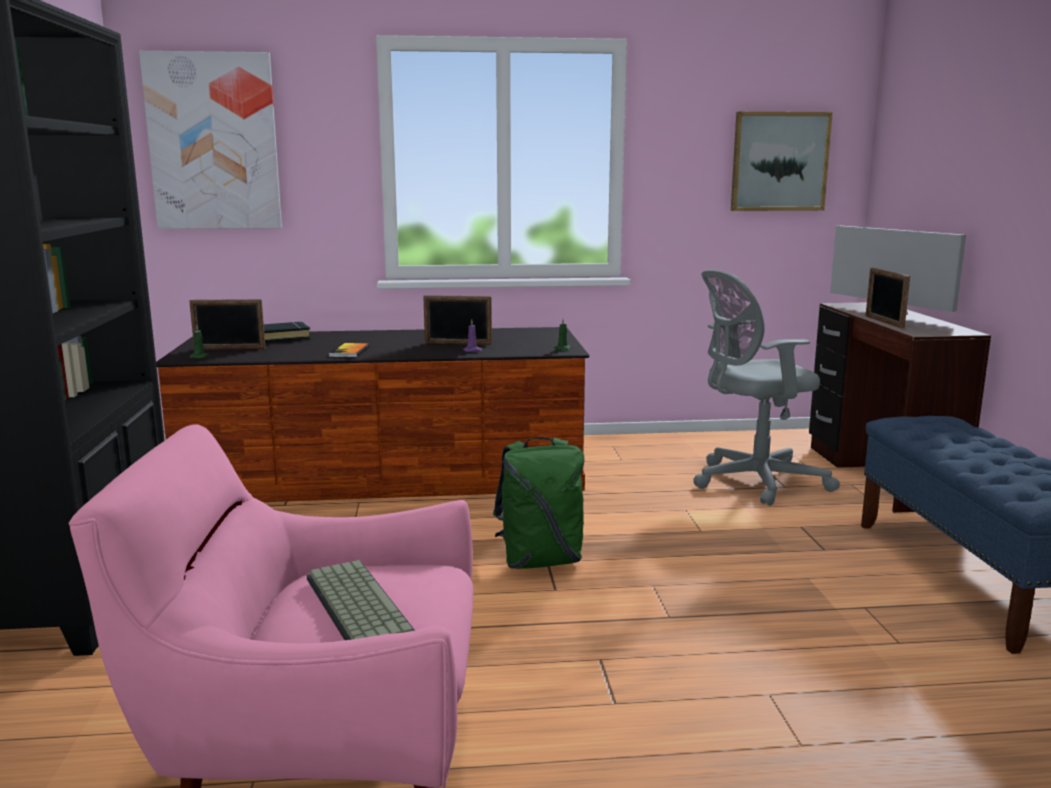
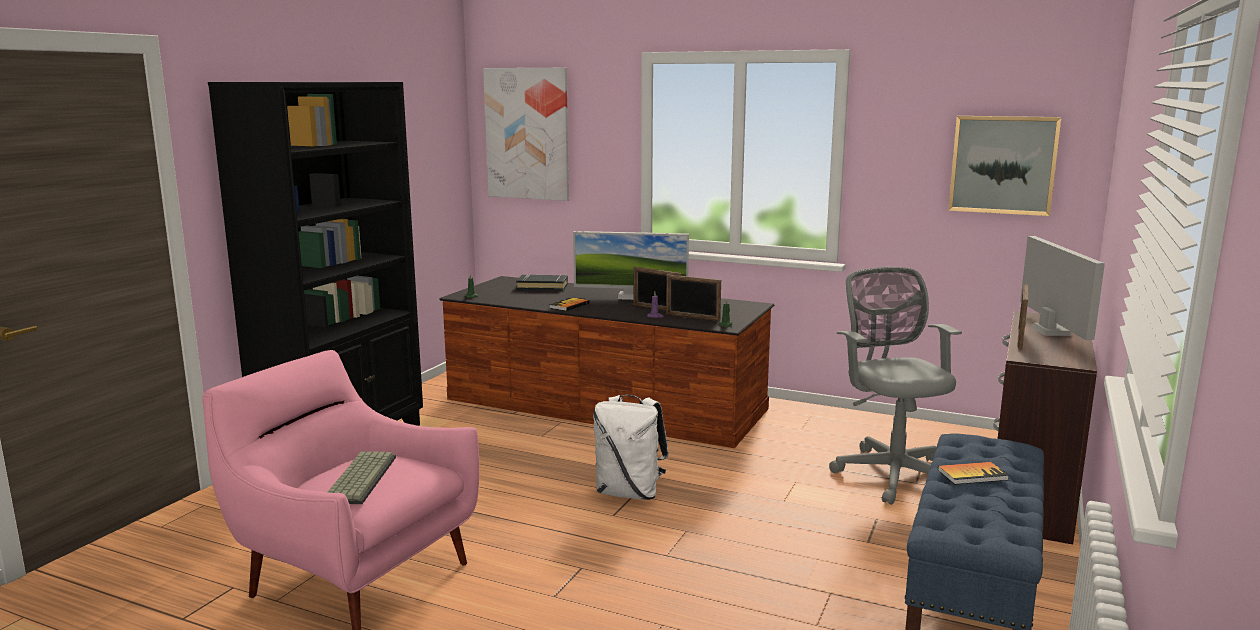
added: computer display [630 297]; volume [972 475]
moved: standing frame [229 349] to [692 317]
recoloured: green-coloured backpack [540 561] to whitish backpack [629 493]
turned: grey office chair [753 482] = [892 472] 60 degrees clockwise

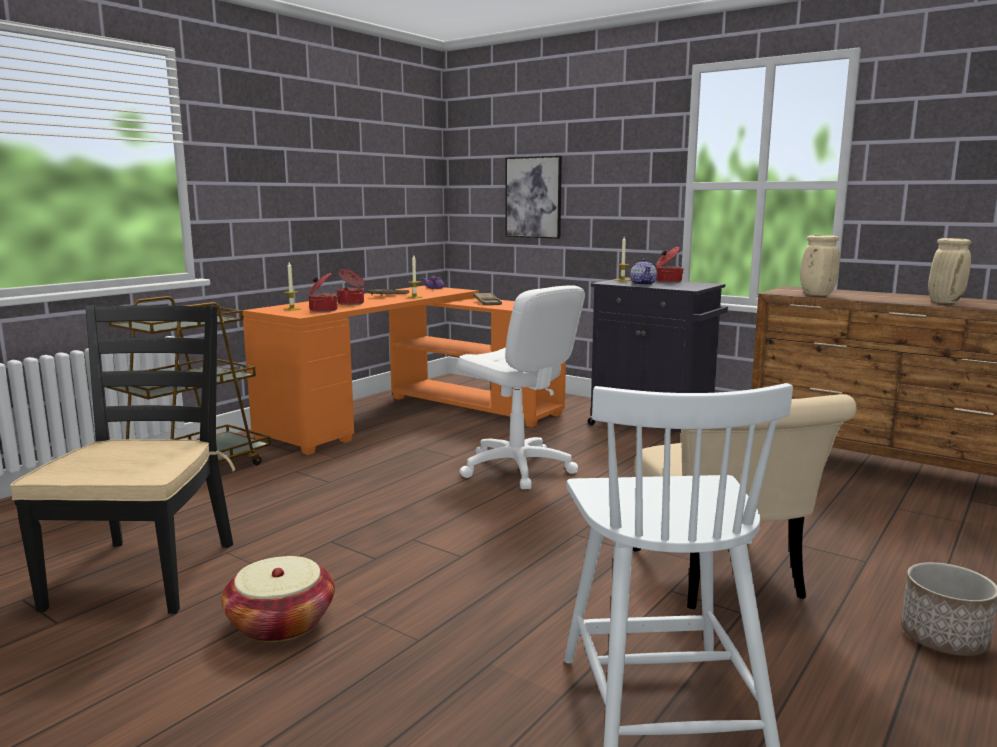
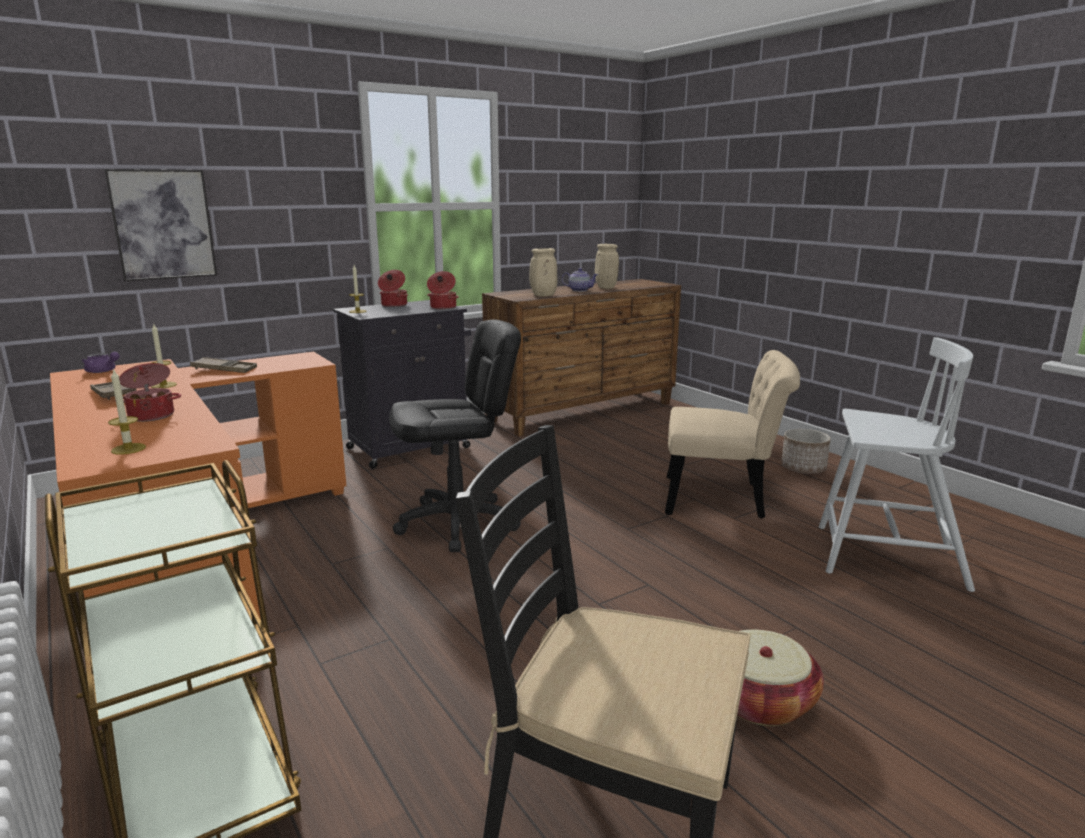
moved: tea pot [643 284] to [579 290]; saucepot [322 310] to [442 307]
recoloured: whitish office chair [517 468] to black-coloured office chair [457 523]

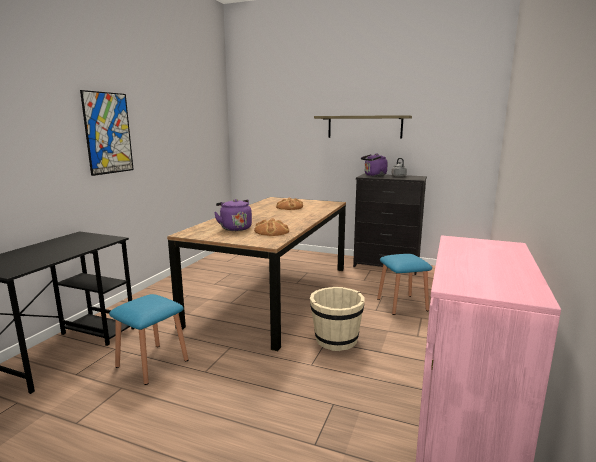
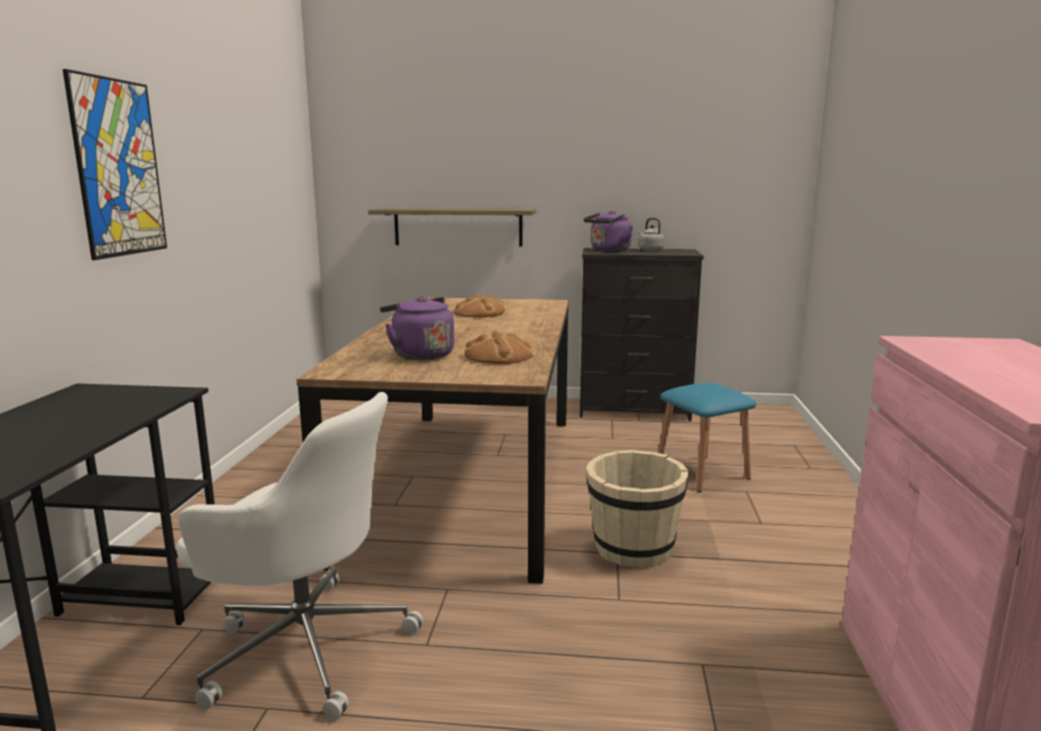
moved: shelf [364 127] to [458 227]
replaced: blue-coloured stool seat [152 363] to whitish office chair [305 646]

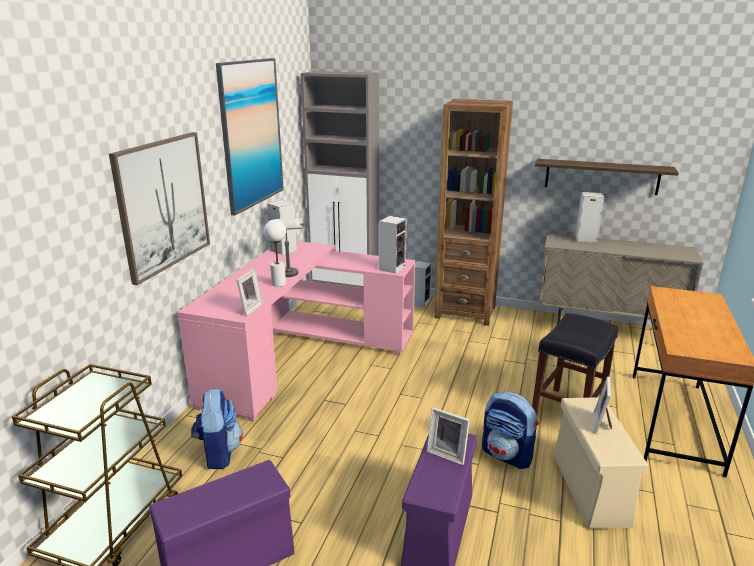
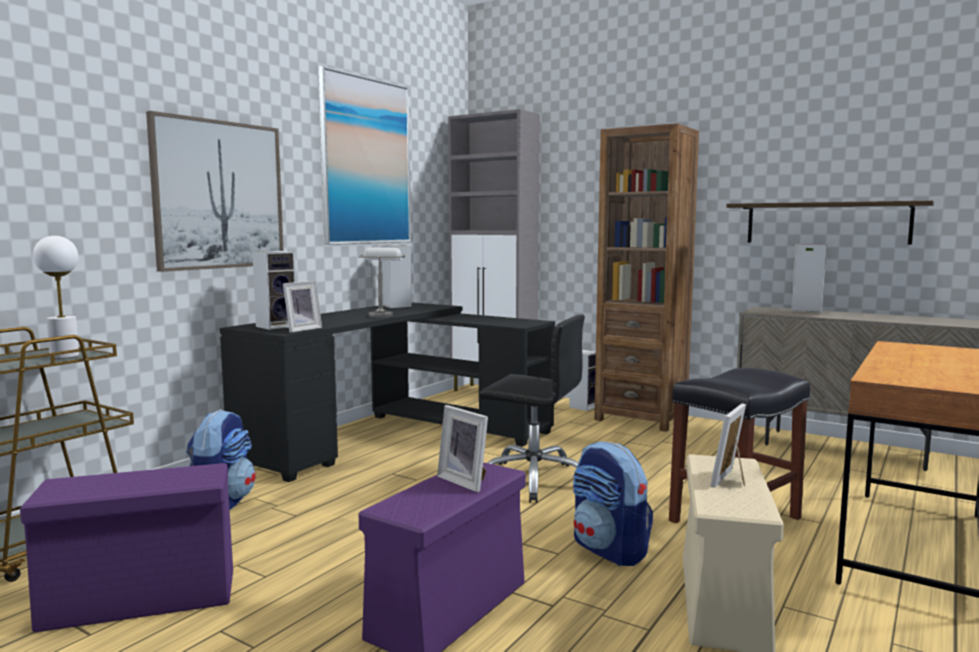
added: black-coloured office chair [534 480]
moved: loudspeaker [392 268] to [277 326]; whitish table lamp [278 284] to [64 356]
recoloured: pink-coloured desk [300 355] to black-coloured desk [395 436]

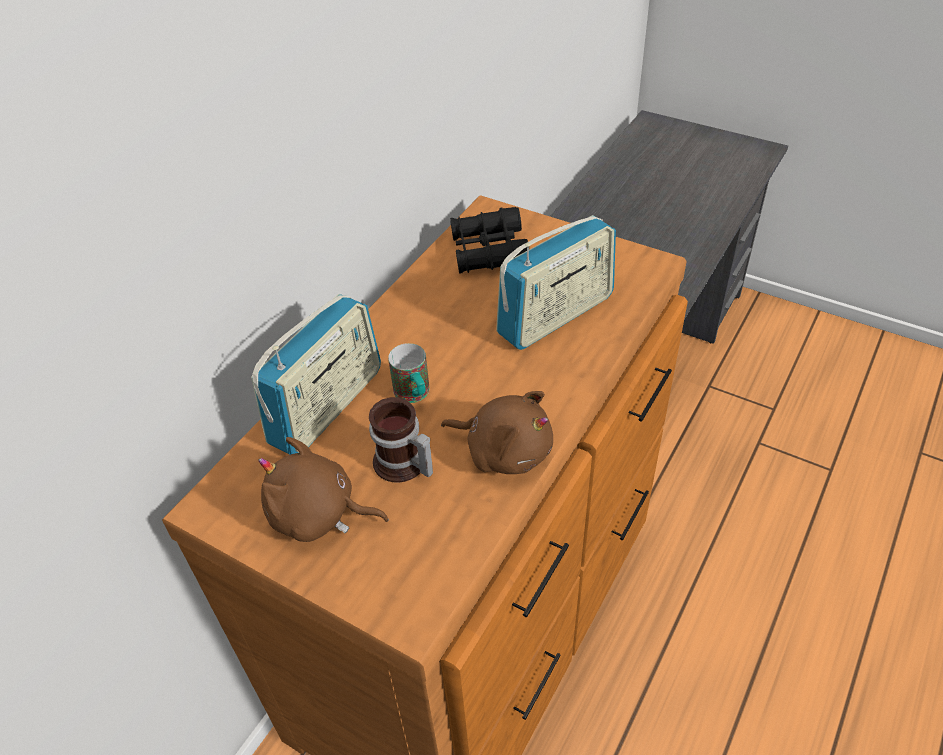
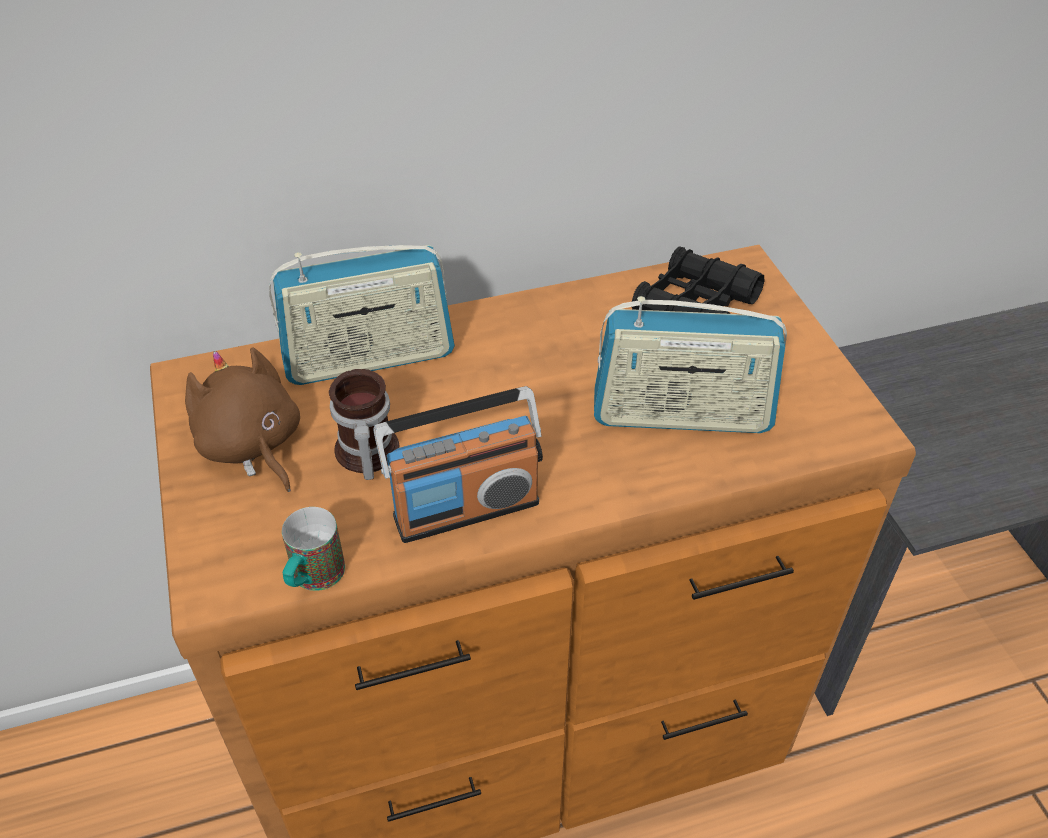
moved: tea mug [414 395] to [313 579]
replaced: brownish soft toy [504 450] to radio [465 508]

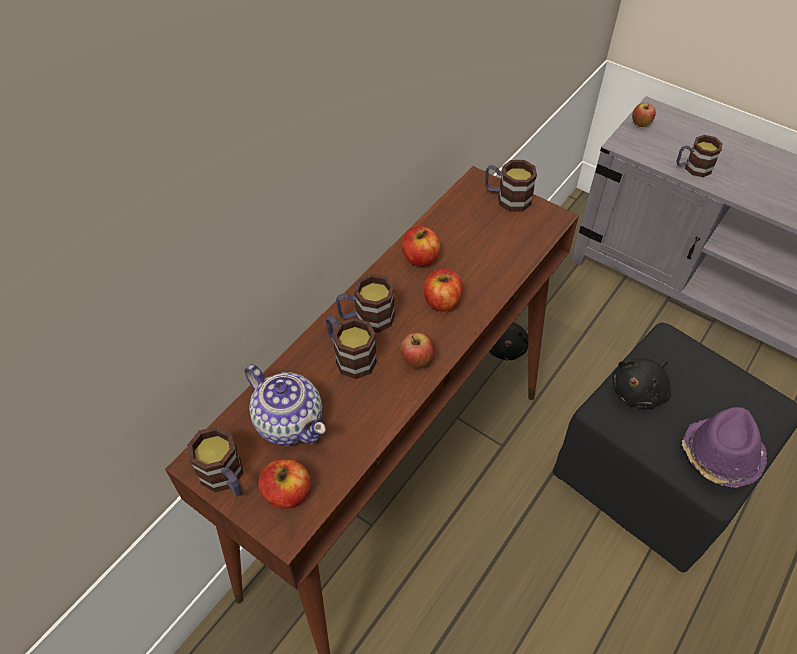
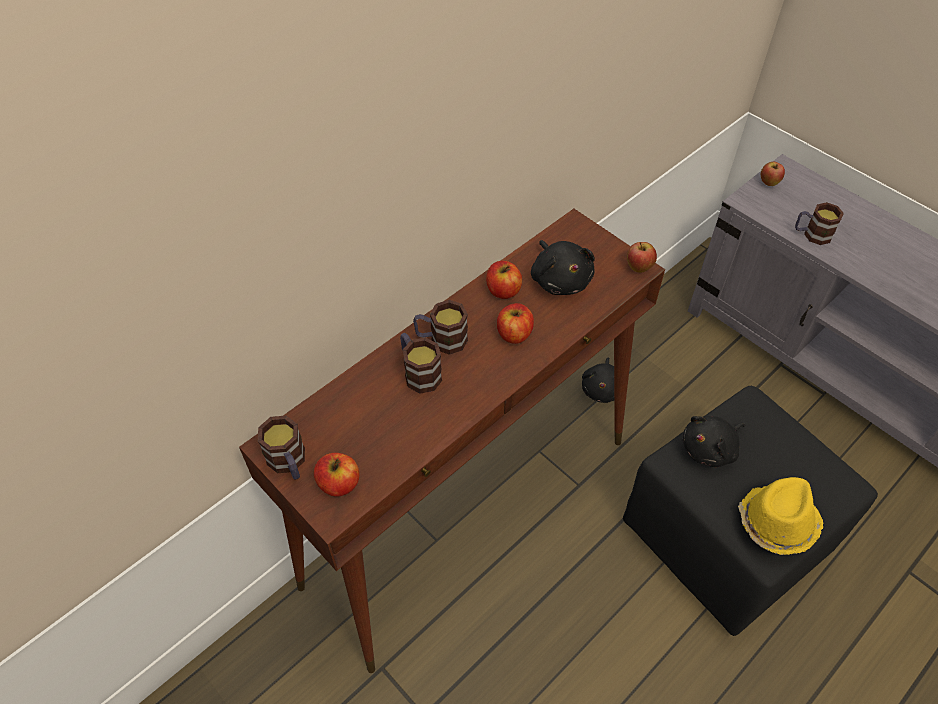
removed: tea mug [507 198]; tea pot [289 421]
added: black-coloured soft toy [560 279]
moved: whole apple [416 362] to [638 268]
recoloured: purplish wearable hat [720 455] to yellow wearable hat [776 522]

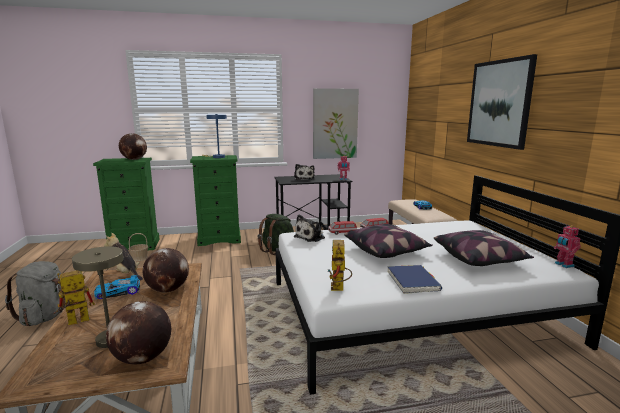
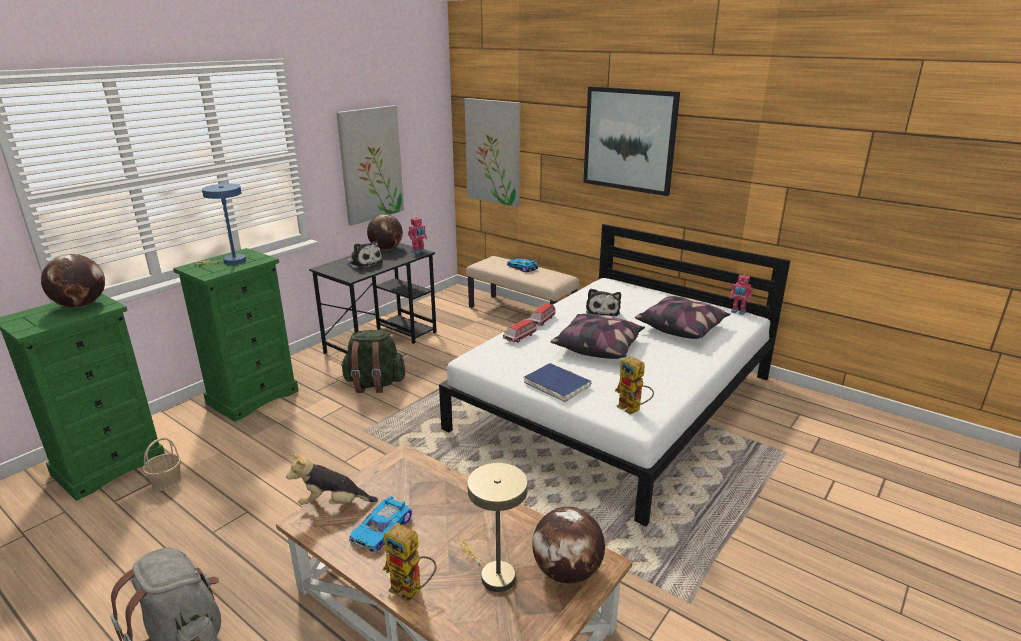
added: wall picture [493 152]
moved: soft toy [311 237] to [602 311]; globe [168 290] to [386 249]; blue-coloured volume [412 281] to [557 385]
turned: model robot [73 322] = [412 590] 75 degrees counterclockwise

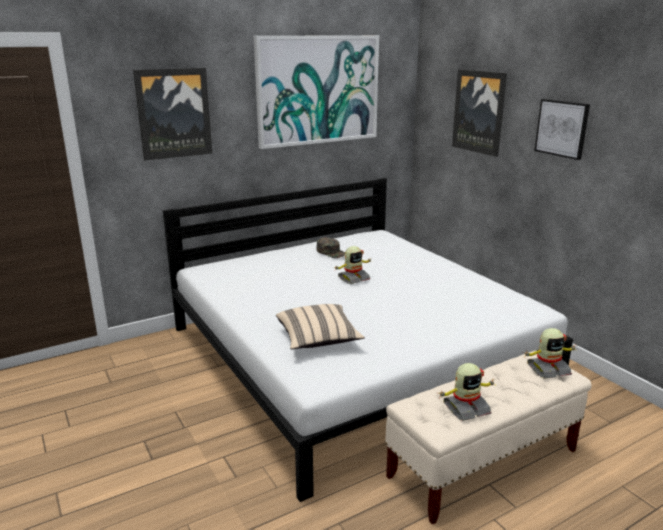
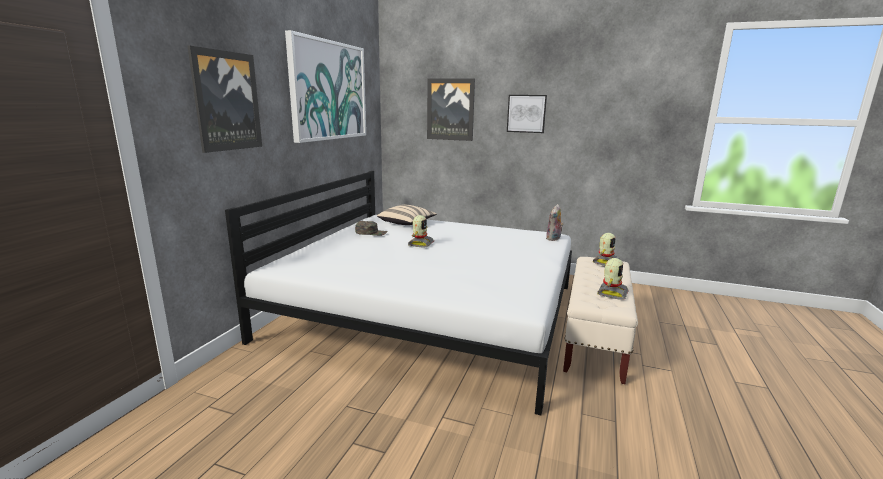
added: soft toy [554 239]
moved: sand-coloured pillow [318 339] to [407 223]

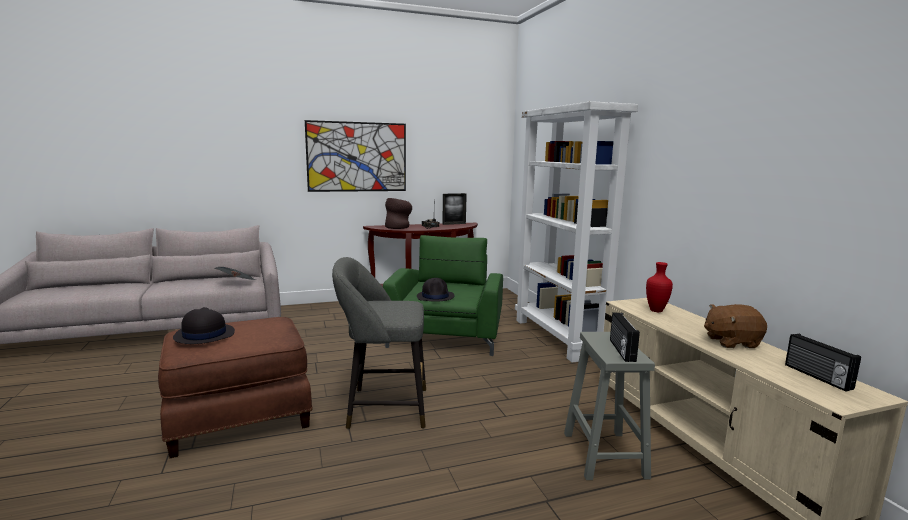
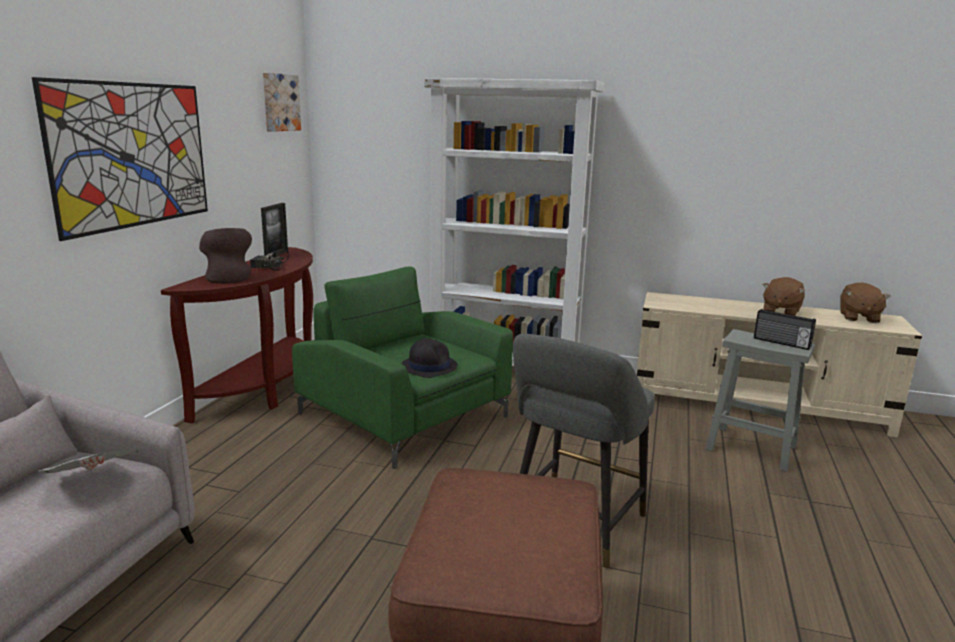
removed: reddish flower vase [655 310]; black-coloured wearable hat [204 335]
added: wall picture [279 102]
replaced: radio [816 377] to brownish soft toy [858 317]

